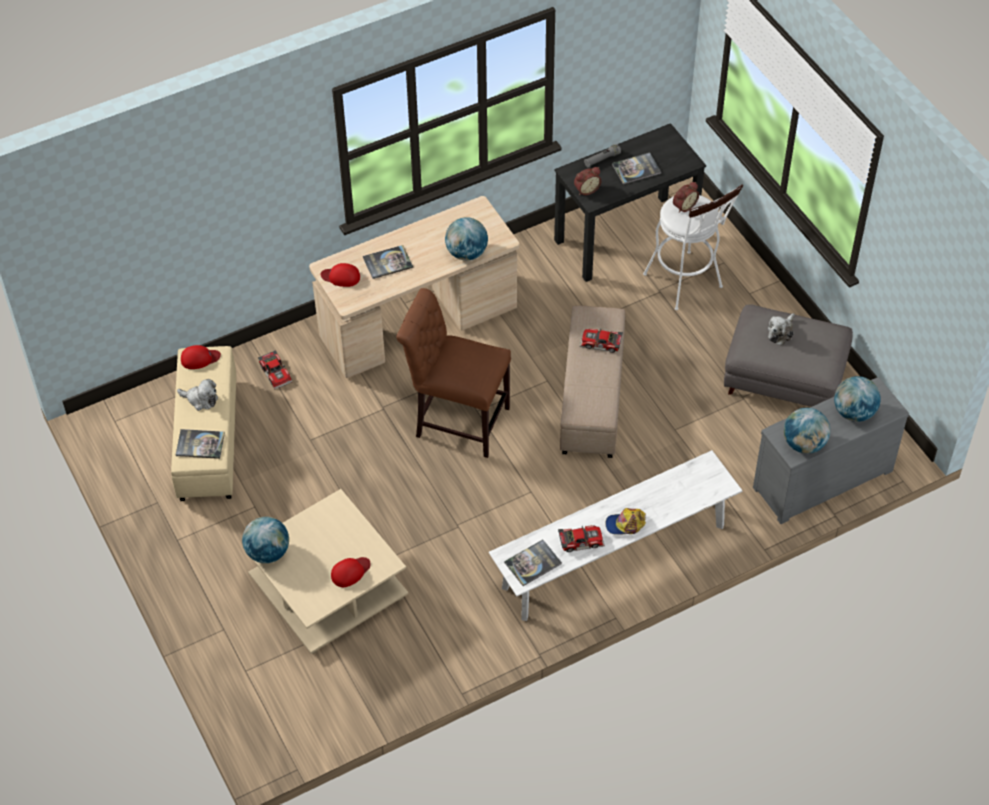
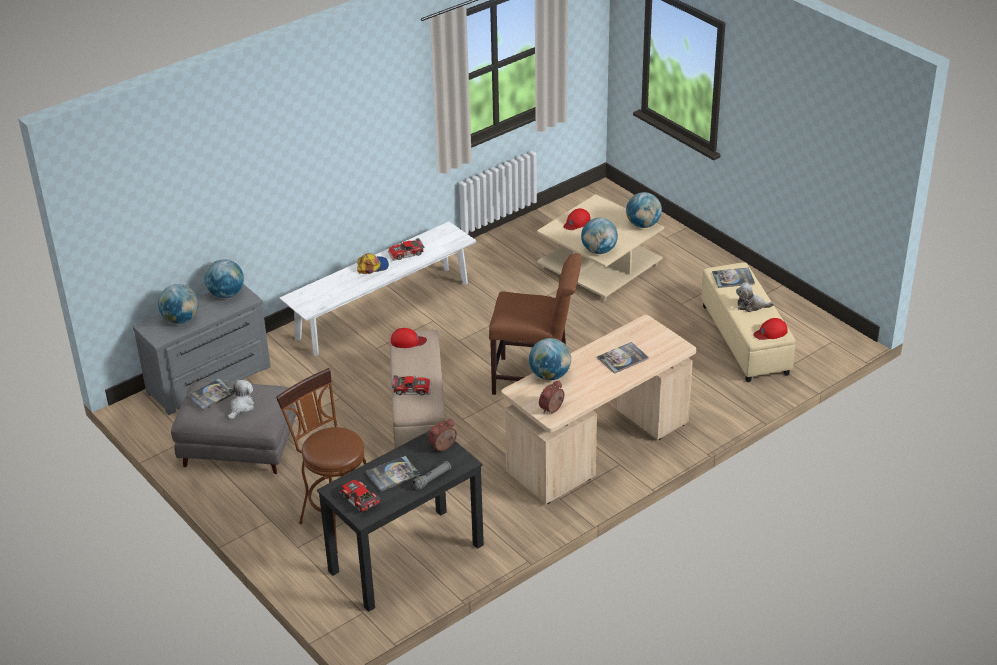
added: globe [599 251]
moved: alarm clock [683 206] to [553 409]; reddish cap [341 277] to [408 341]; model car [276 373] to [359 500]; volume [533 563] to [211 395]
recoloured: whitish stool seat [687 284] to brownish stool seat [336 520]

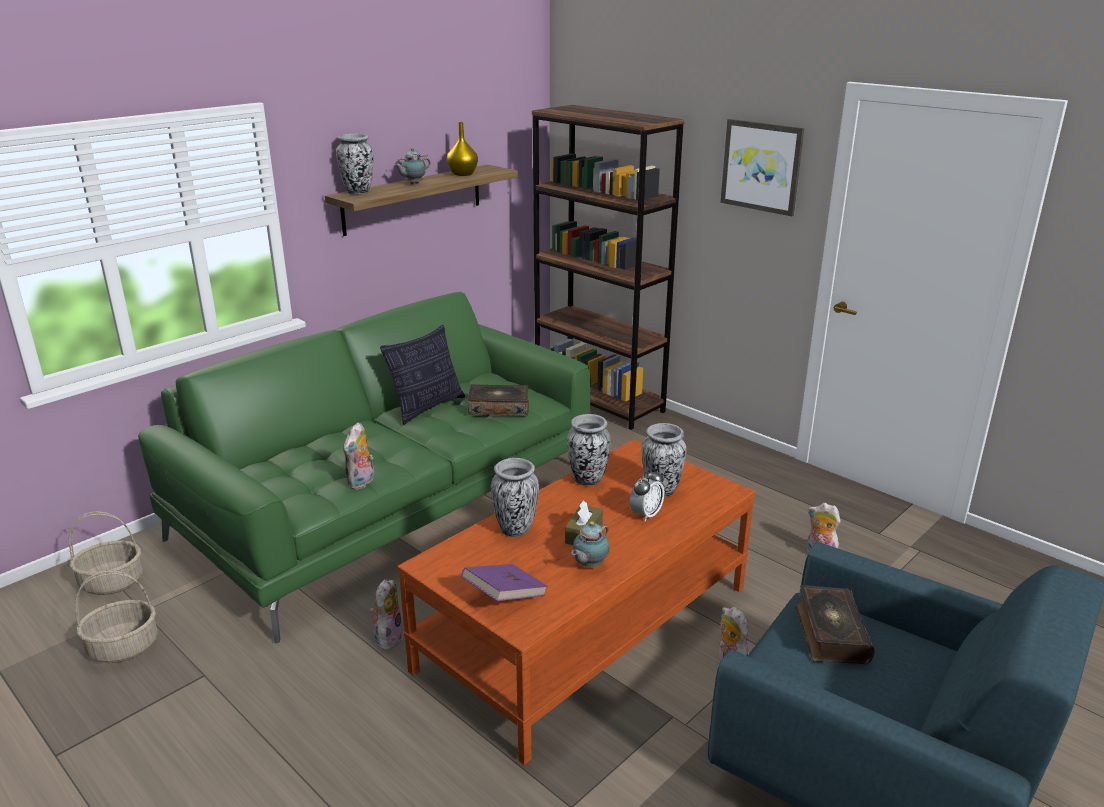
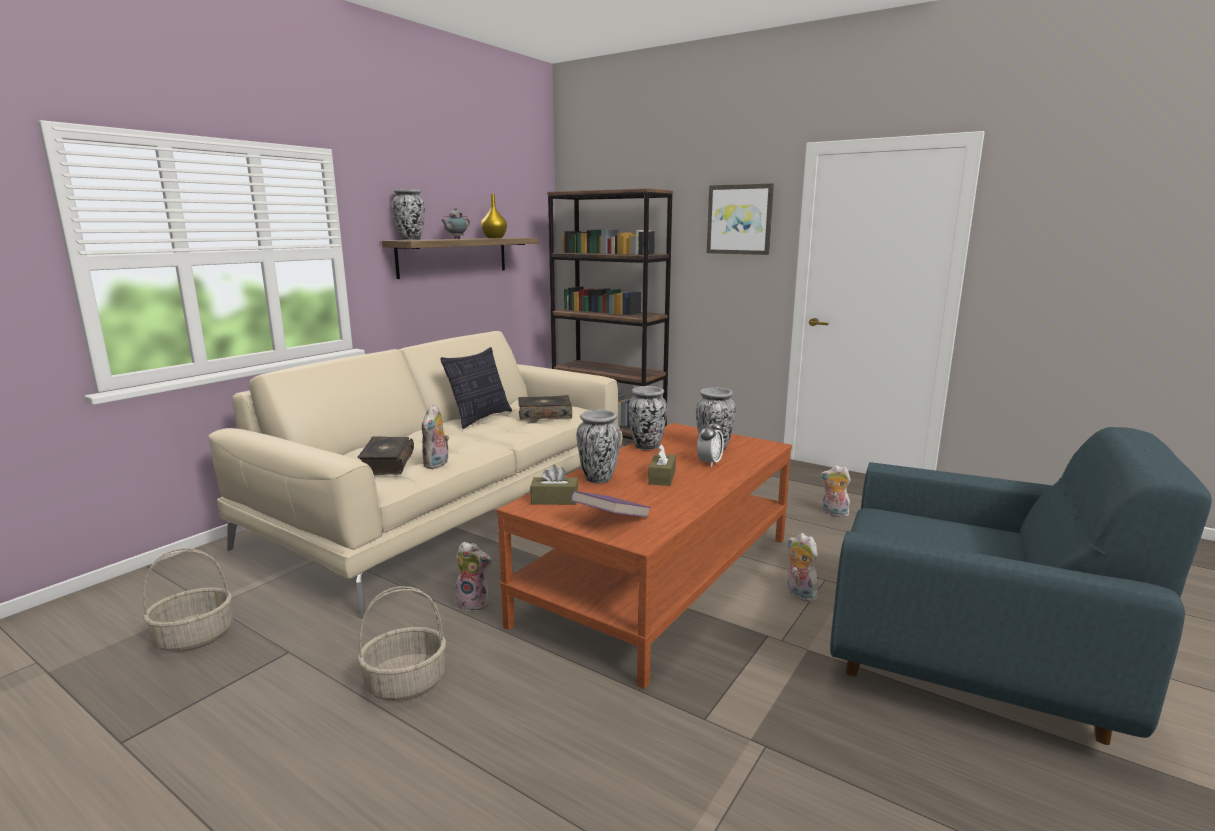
removed: tea pot [589 566]
added: brownish box of tissues [554 500]
moved: household basket [113 582] to [406 683]; volume [830 634] to [386 464]
recoloured: green-coloured settee [393 502] to sand-coloured settee [452 507]
turned: soft toy [388 637] = [474 602] 105 degrees clockwise

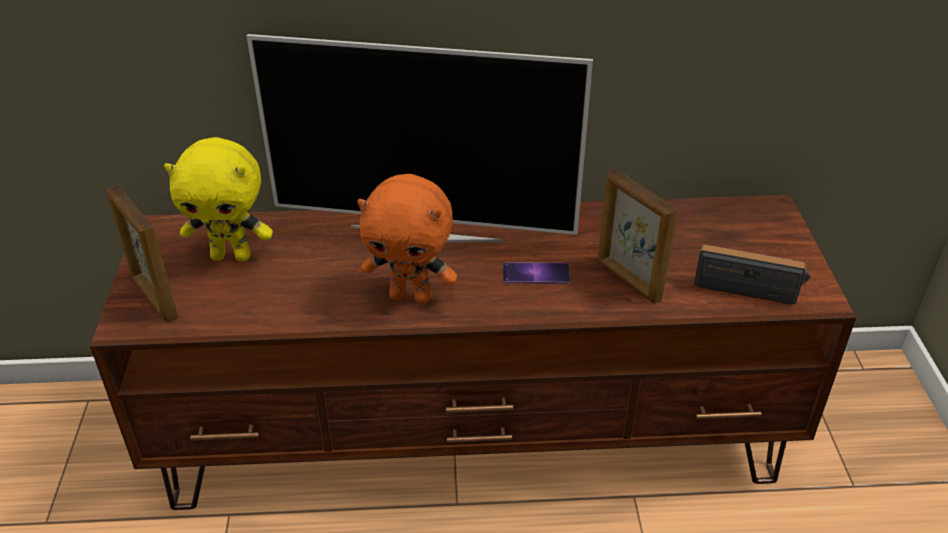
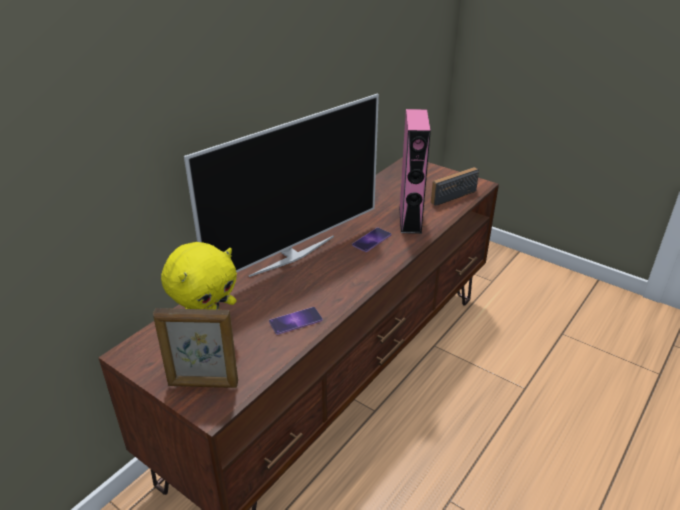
removed: orangey soft toy [411 296]
added: telephone [295 321]
replaced: standing frame [628 281] to pink-coloured loudspeaker [410 219]

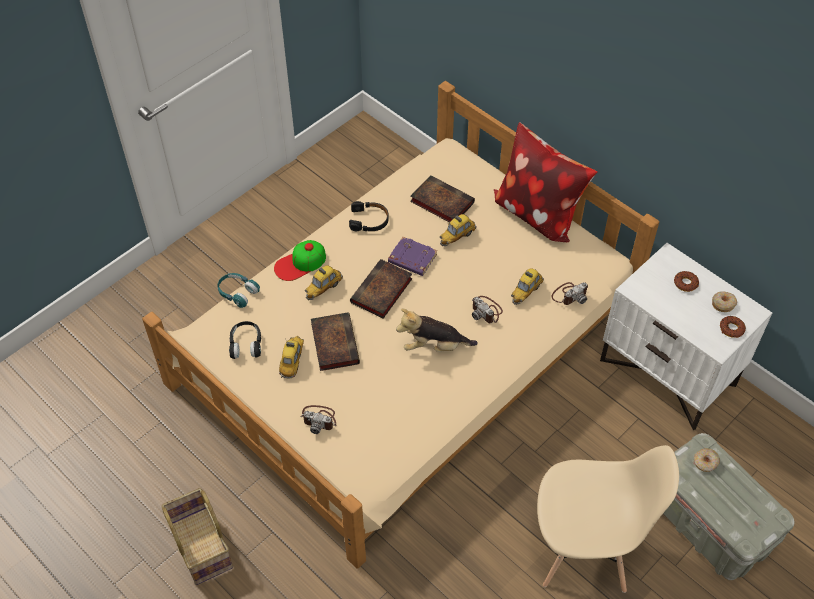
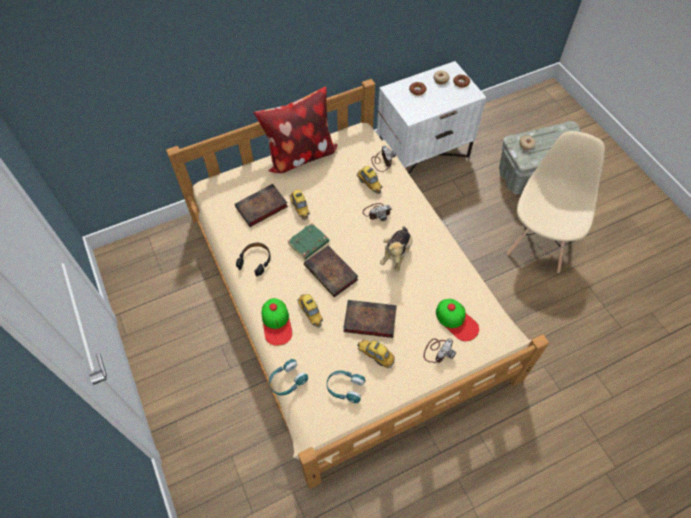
removed: household basket [200 546]
added: cap [456 321]
recoloured: purplish volume [411 259] to green-coloured volume [308 243]; black-coloured pair of headphones [246 344] to turquoise-coloured pair of headphones [345 388]

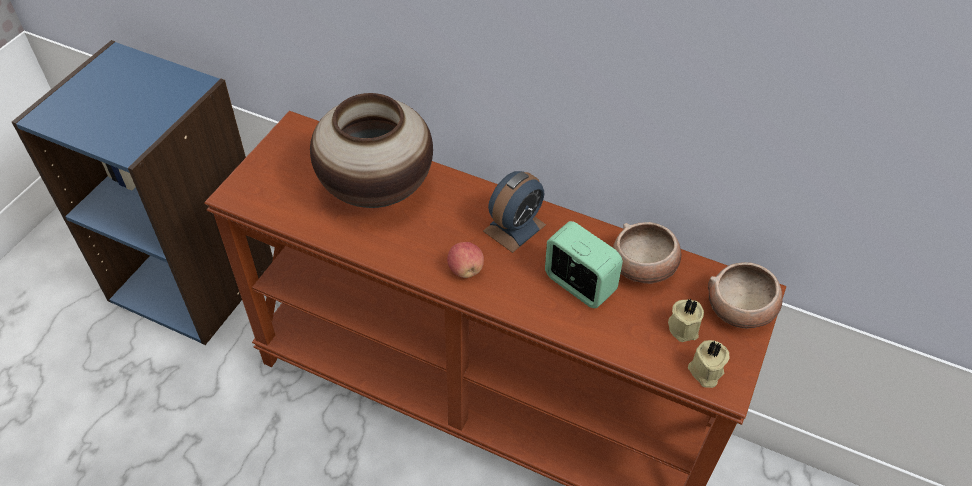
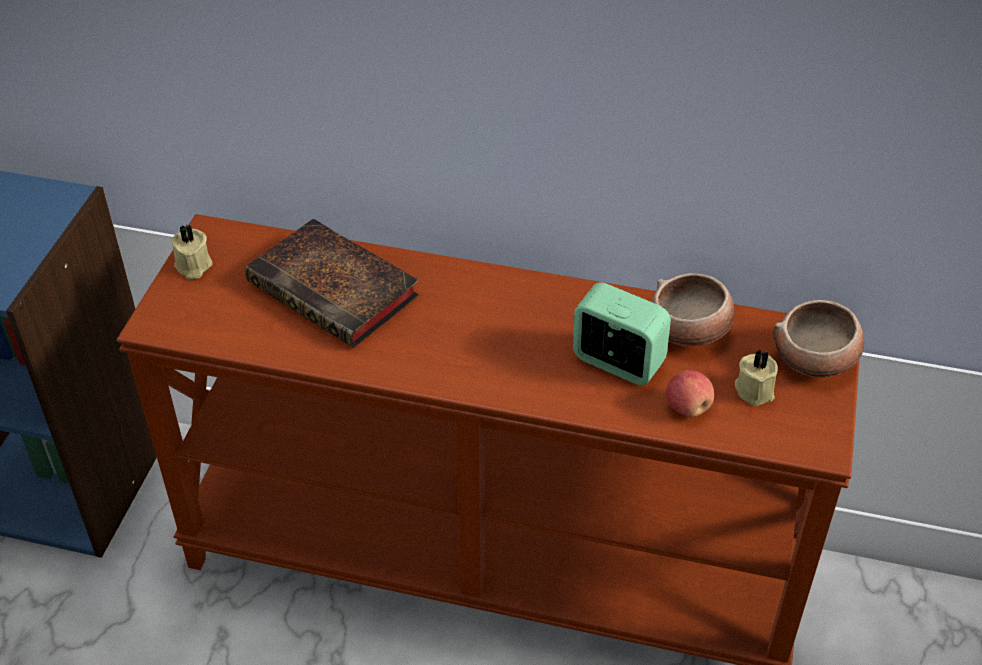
removed: alarm clock [514 228]
moved: whole apple [465 270] to [687 407]; sand-coloured wax candle [705 372] to [192 266]
replaced: flower vase [377 190] to volume [337 291]

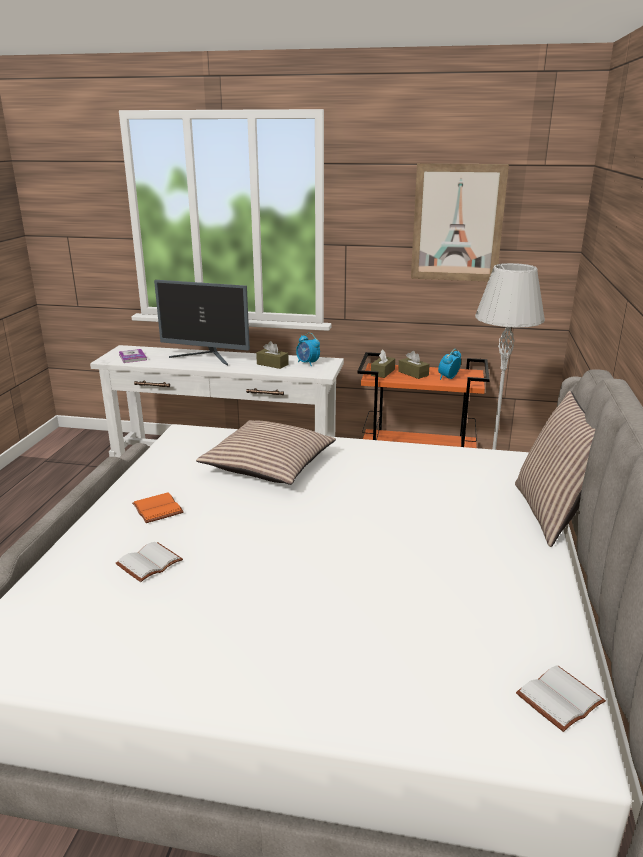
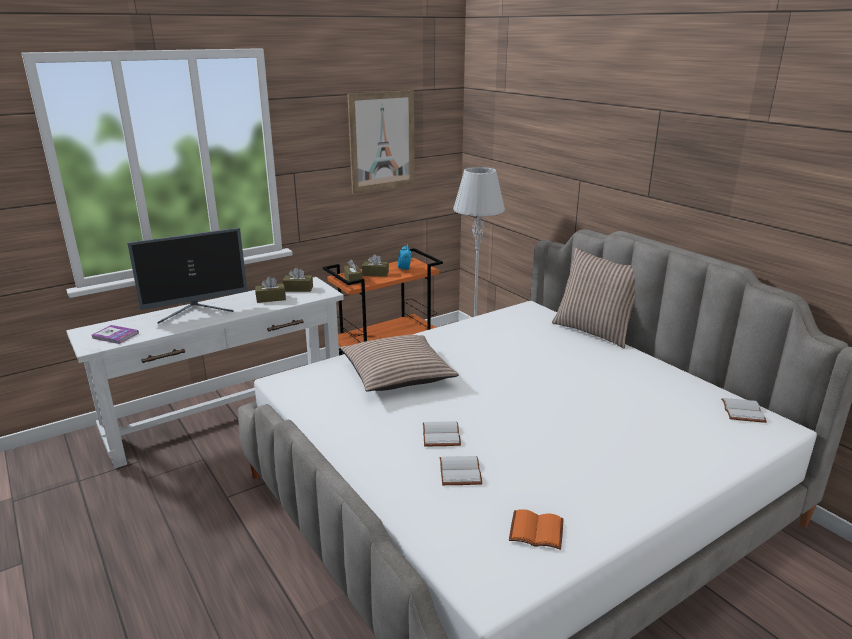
added: whitish volume [442 435]
moved: orangey volume [159 509] to [537 530]
replaced: alarm clock [307 363] to brownish box of tissues [298 289]

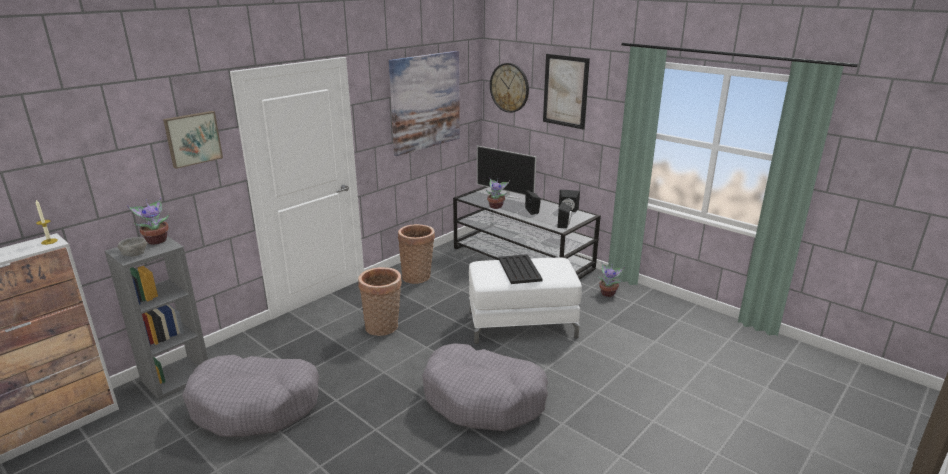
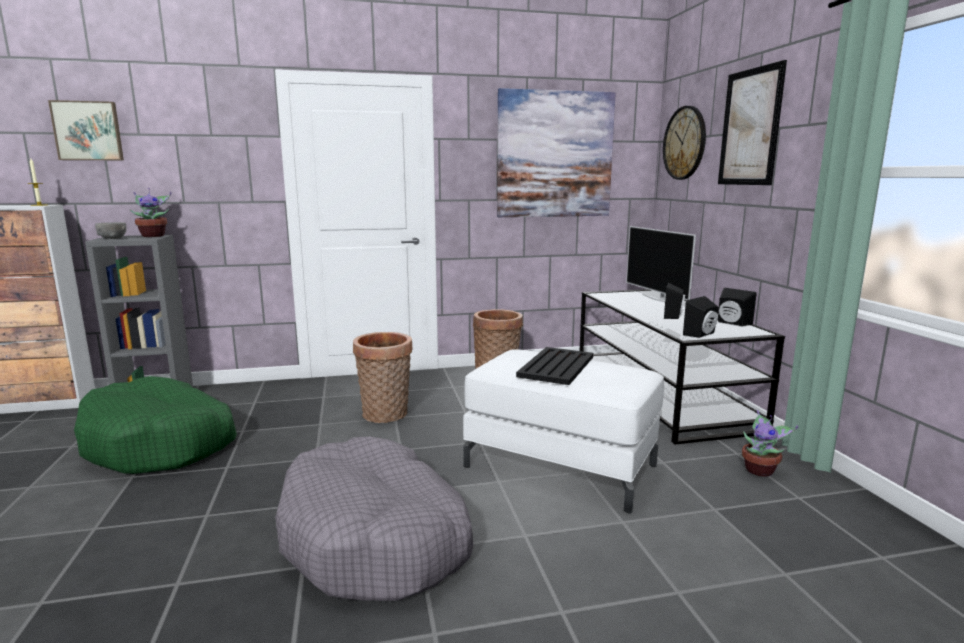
removed: plant in a pot [496 206]
moved: wall picture [192 138] to [88 131]
recoloured: grey dog cushion [256 405] to green-coloured dog cushion [161 443]

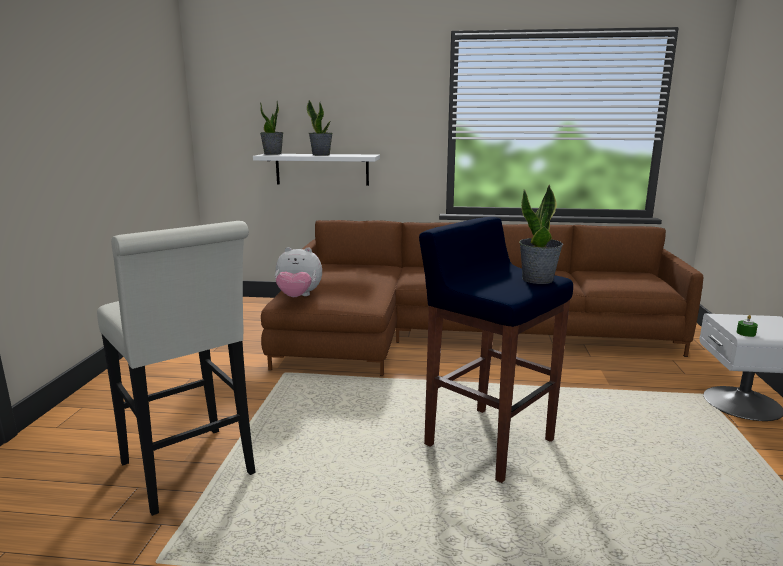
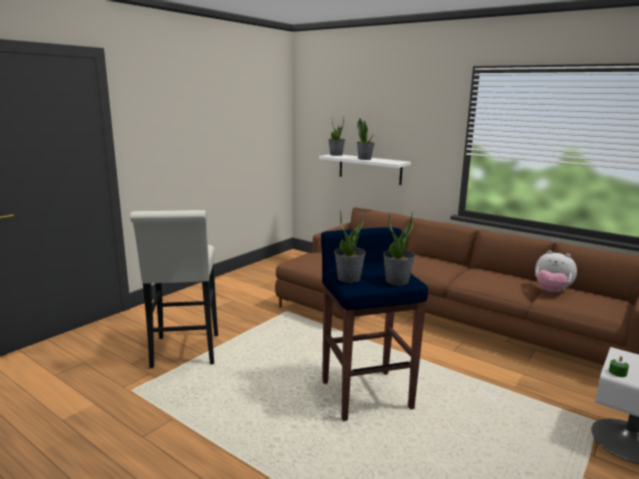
added: plant in a pot [349 278]
moved: soft toy [298 297] to [551 291]

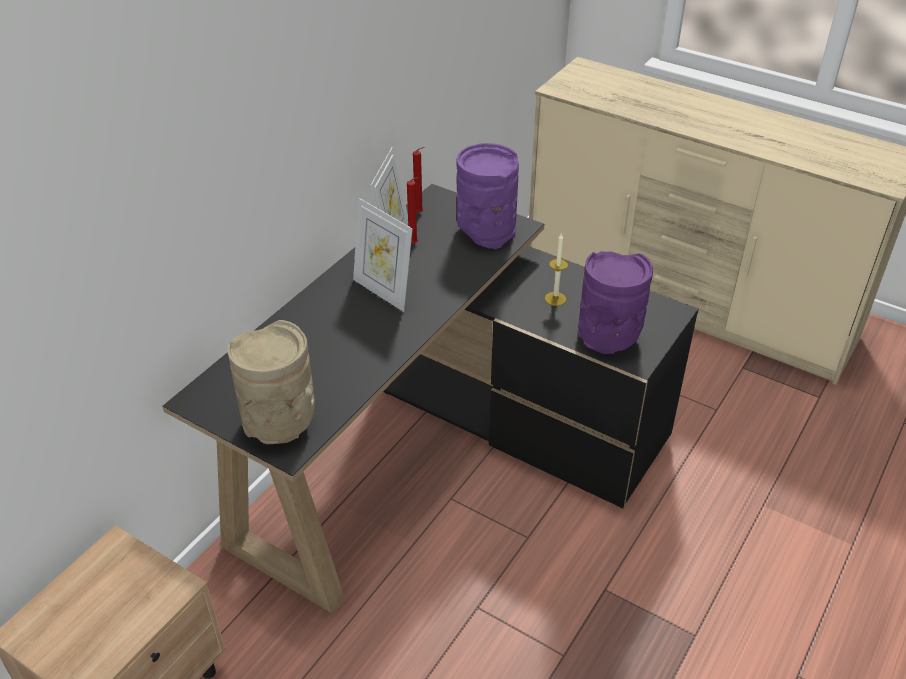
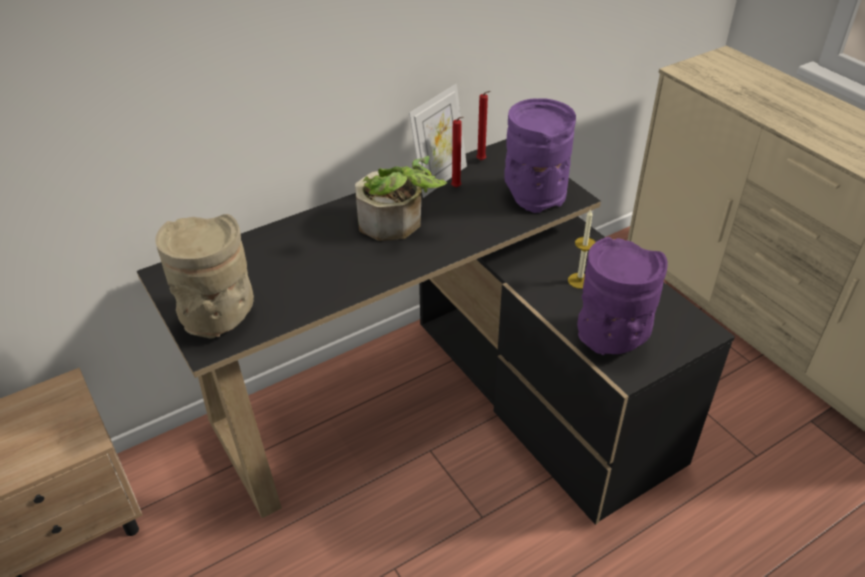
replaced: standing frame [383 292] to plant in a pot [397 224]

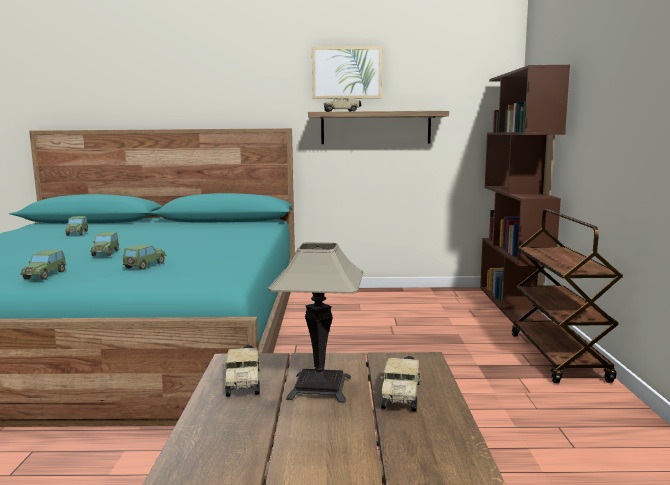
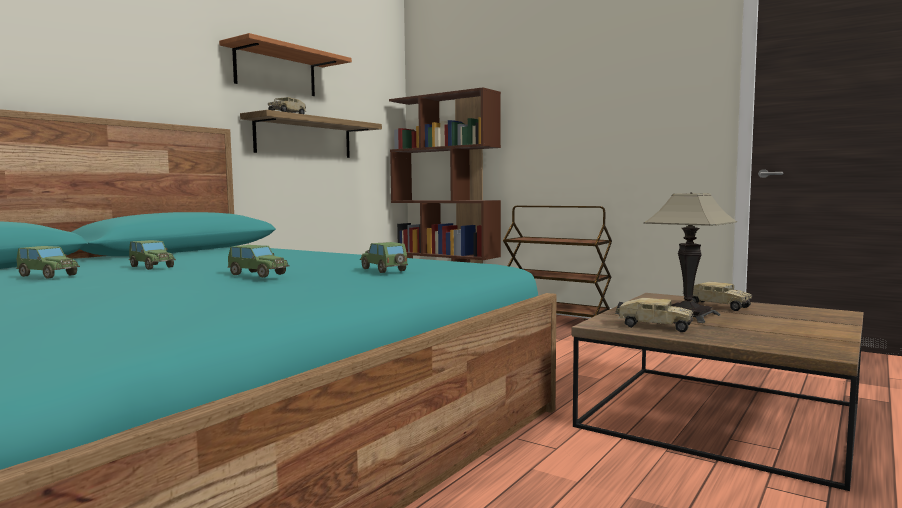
moved: model car [45 275] to [151 267]
replaced: wall picture [346 73] to shelf [275 71]

